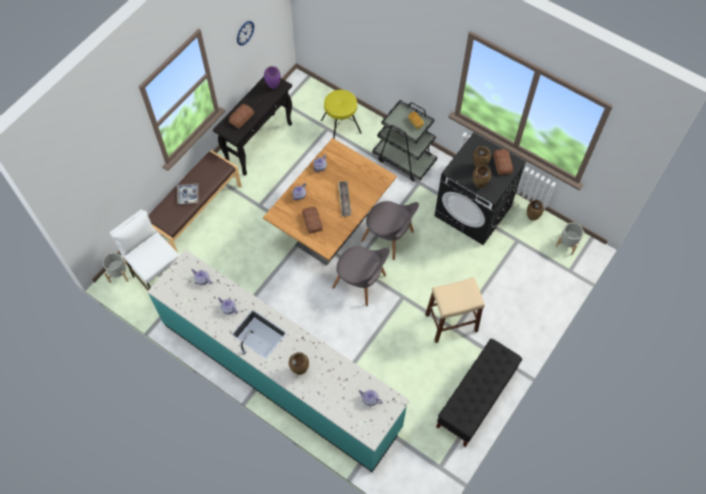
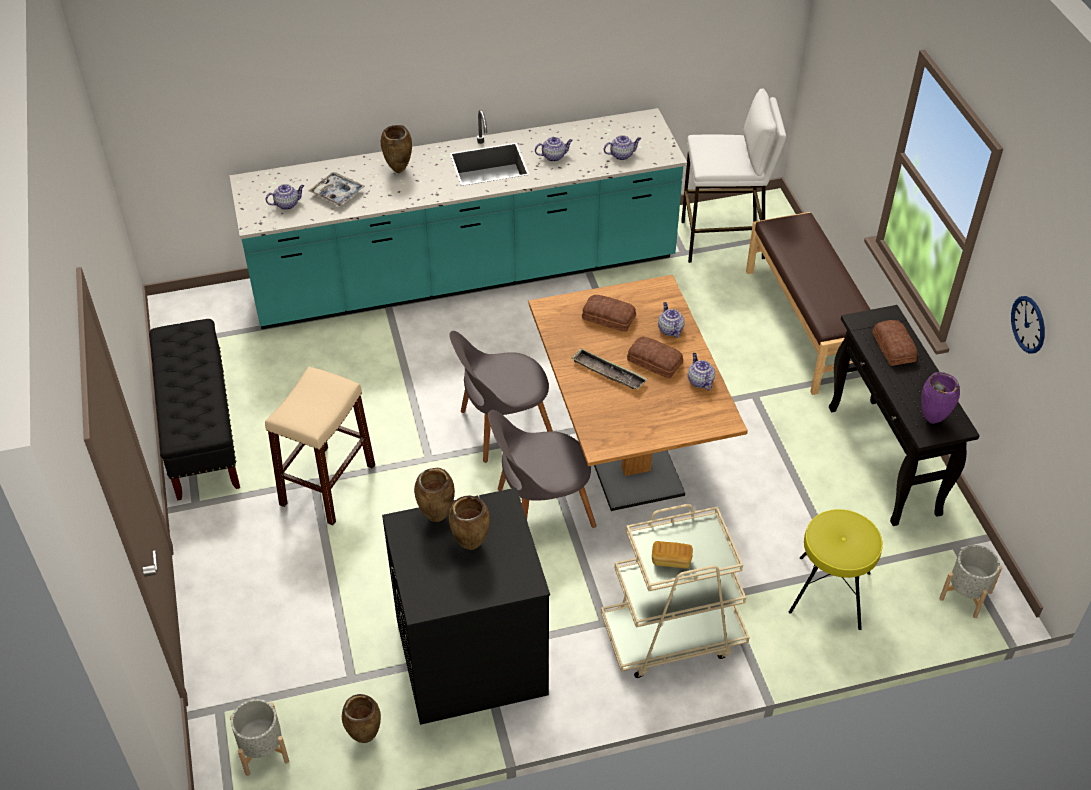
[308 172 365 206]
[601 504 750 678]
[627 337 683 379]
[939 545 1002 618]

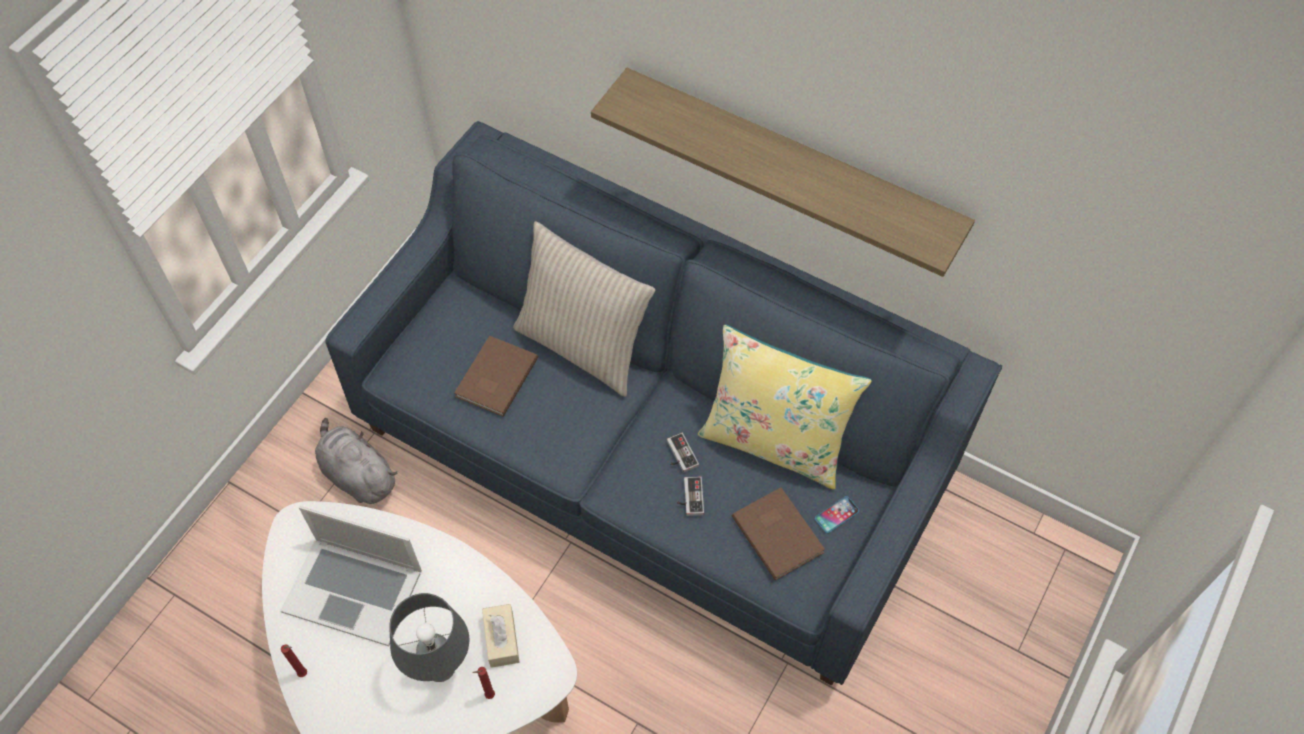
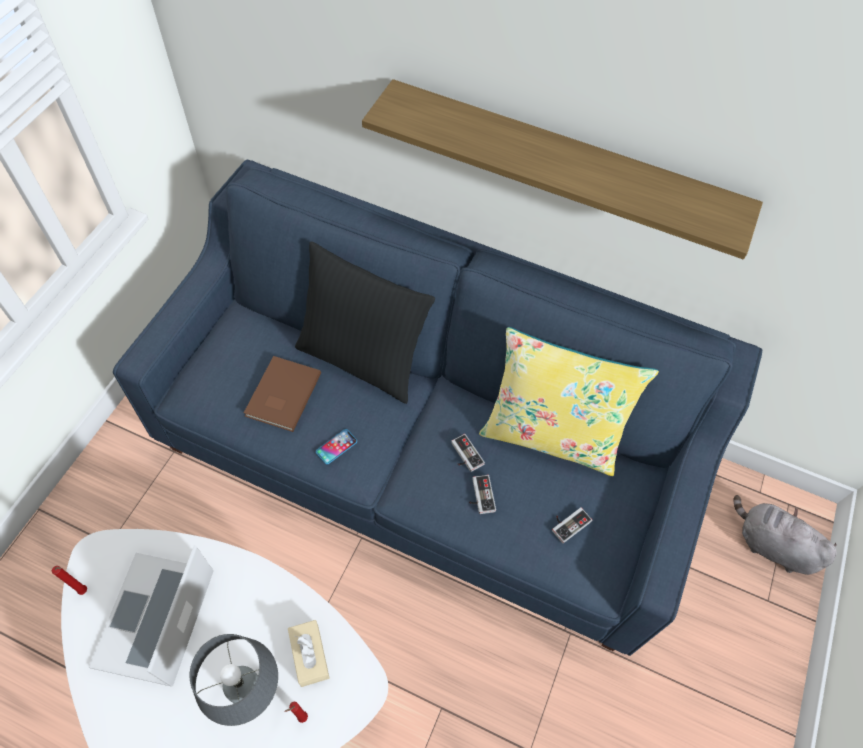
[52 566 87 595]
[89 545 214 687]
[295 242 435 404]
[316 429 357 464]
[552 507 592 543]
[733 495 837 575]

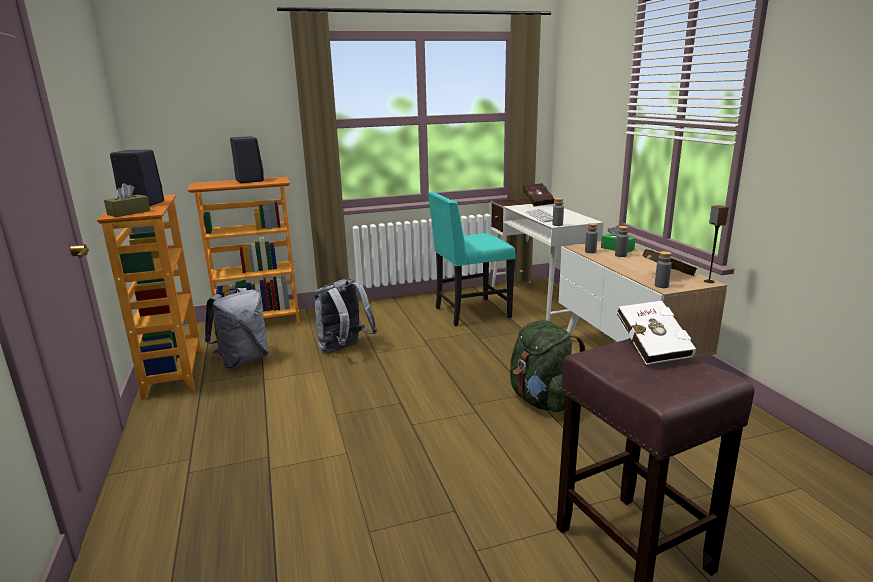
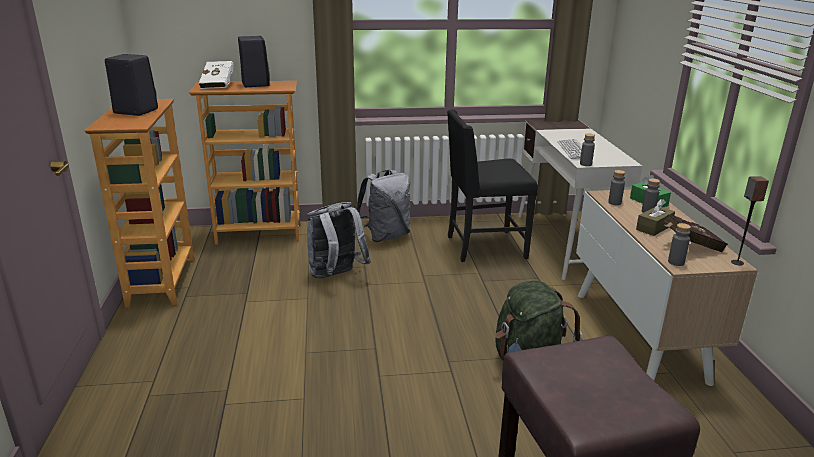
[199 61 234 89]
[356 170 410 242]
[447 109 538 262]
[636 199 675 236]
[523 184 555 206] (first image)

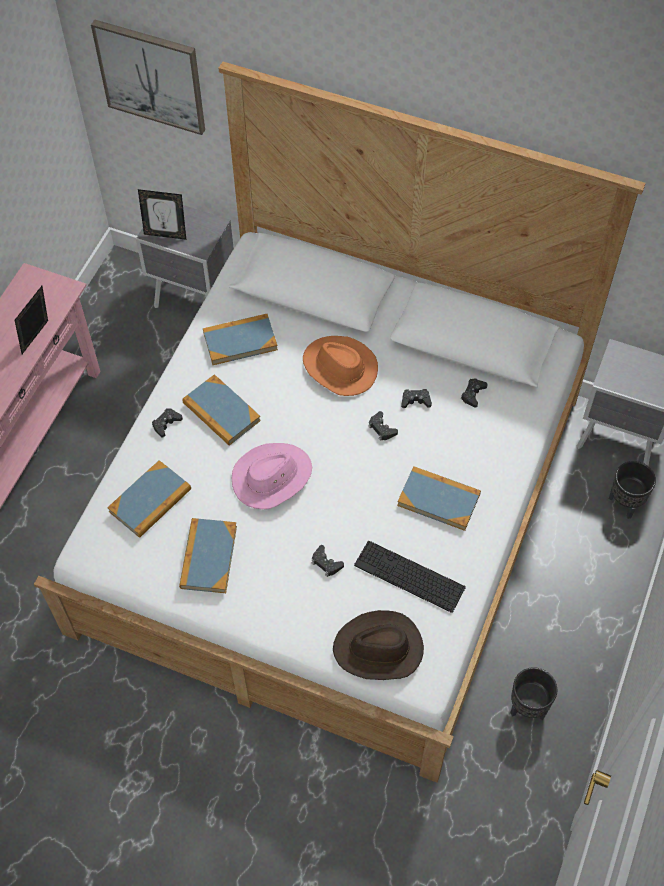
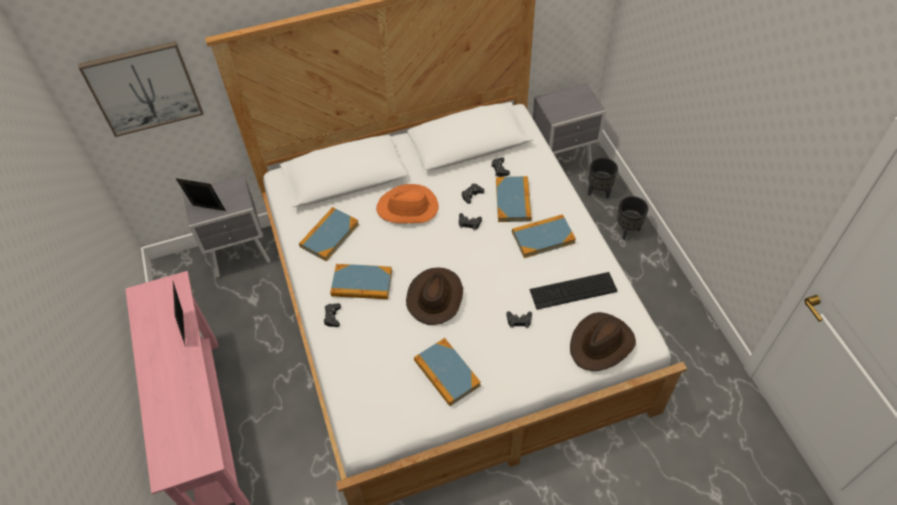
[176 178 226 211]
[406 268 463 325]
[496 176 532 222]
[617 196 648 240]

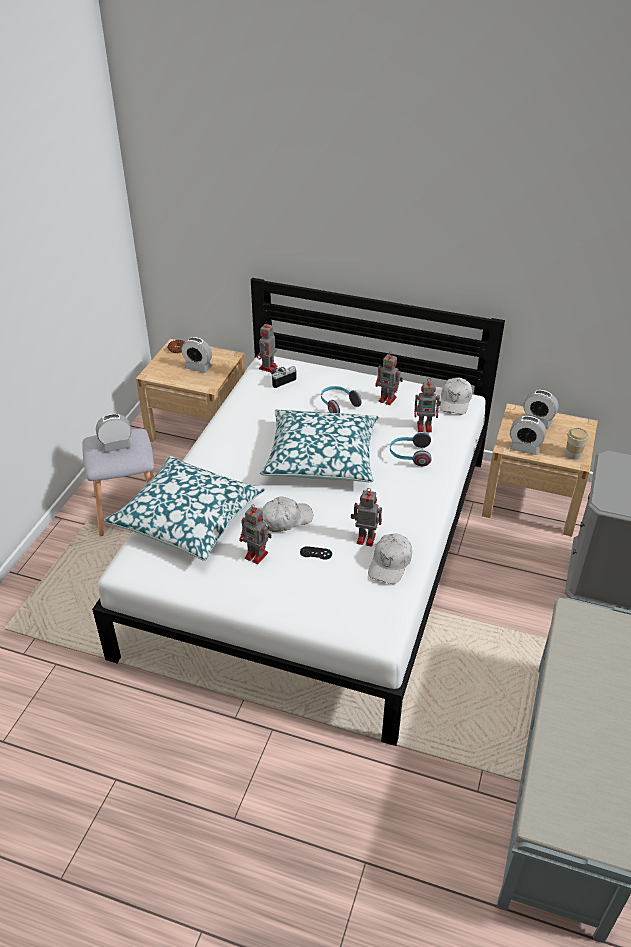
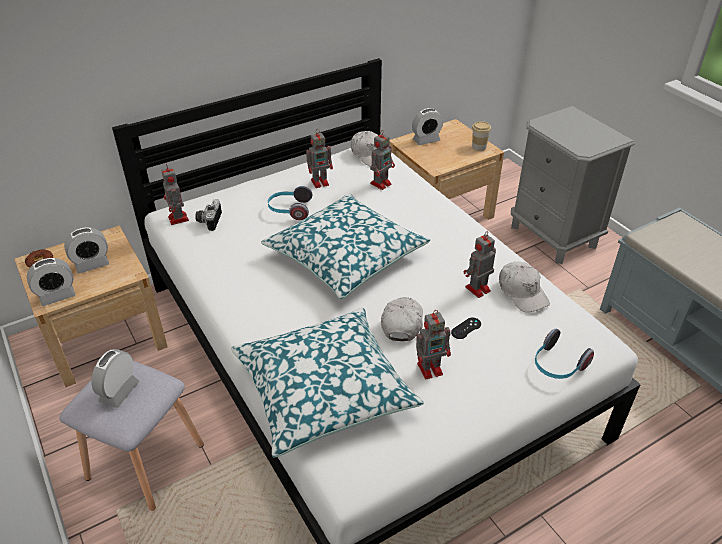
[27 258 75 306]
[535 329 594 379]

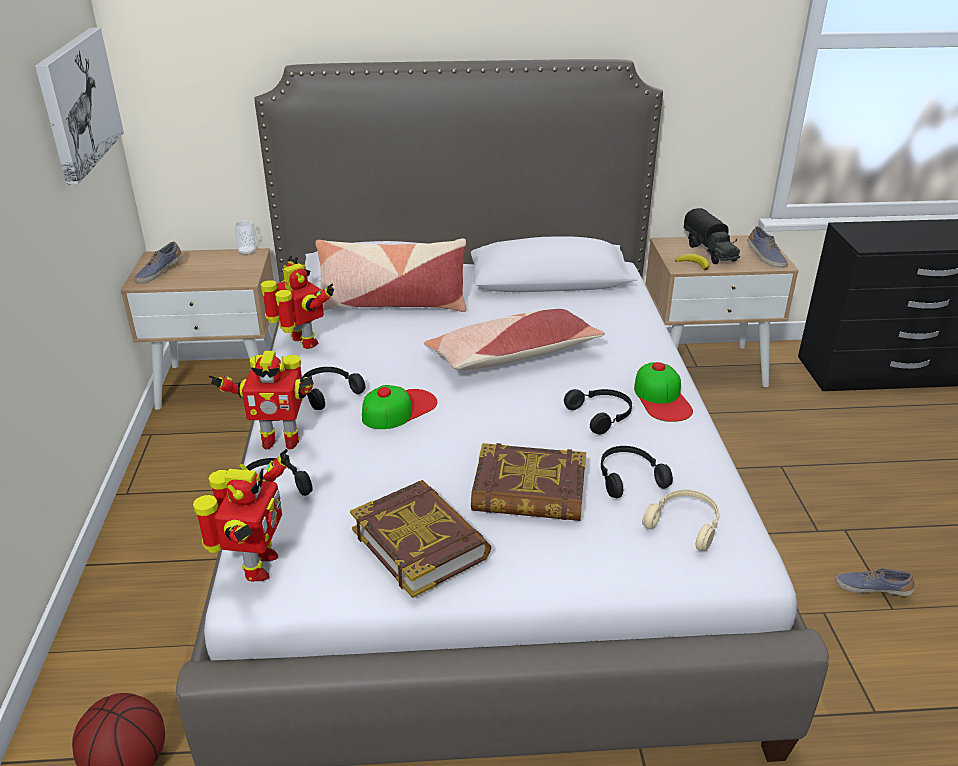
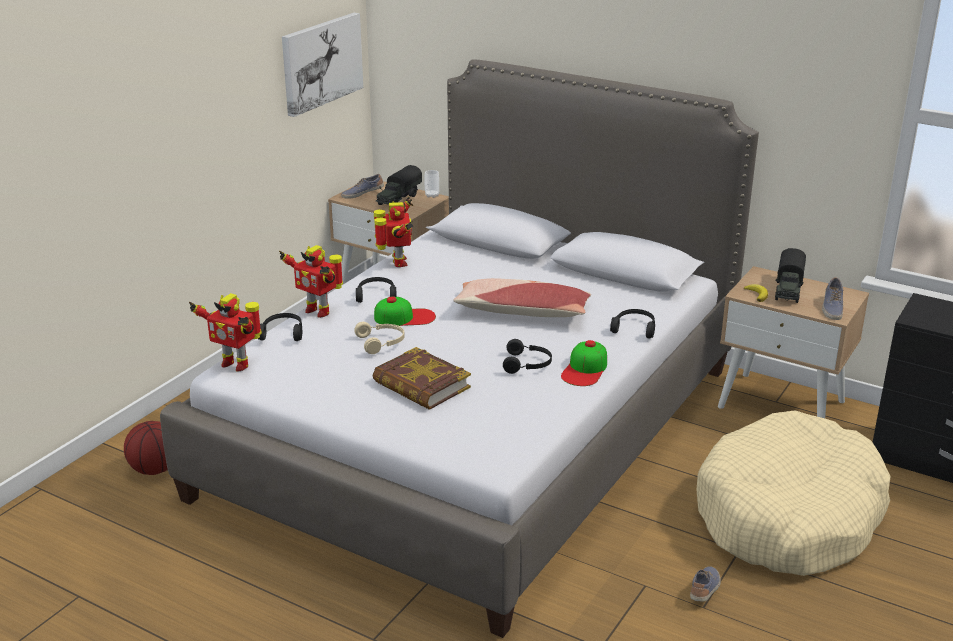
[189 293 262 372]
[354 322 405 354]
[376 165 422 205]
[610 309 655 338]
[690 566 721 601]
[697 410 891 576]
[315 239 466 312] (first image)
[350 480 491 598] (first image)

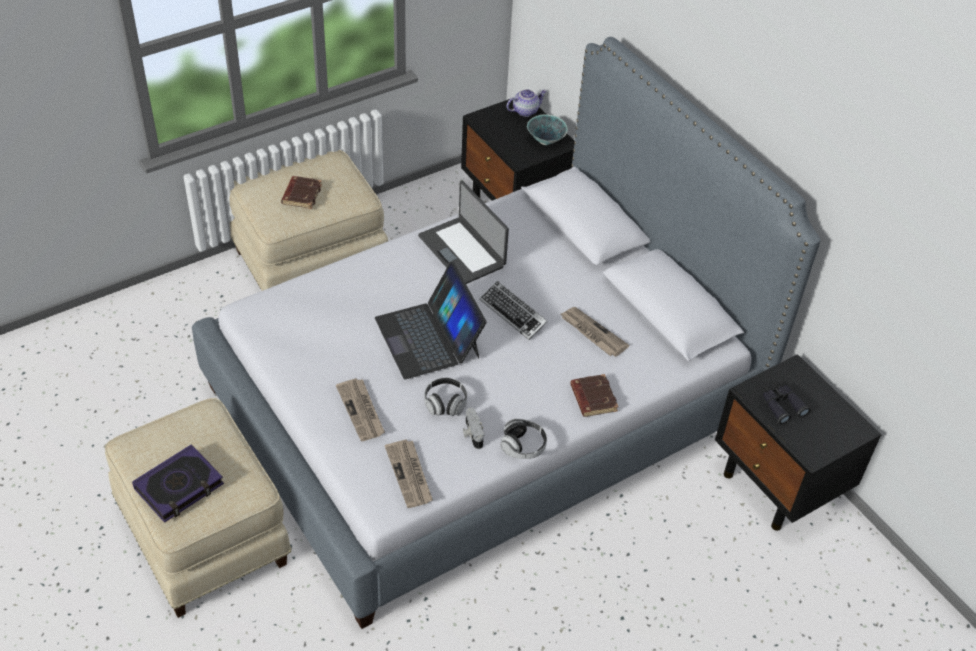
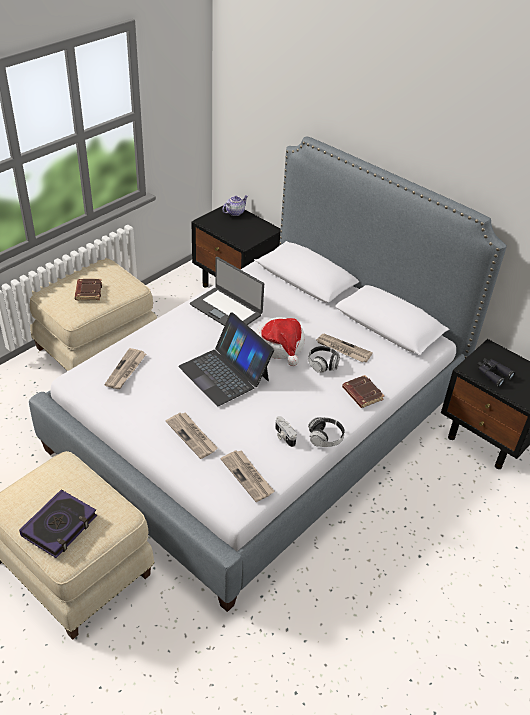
[104 348 146 390]
[256 317 305 366]
[308 346 340 373]
[527 114 568 145] (first image)

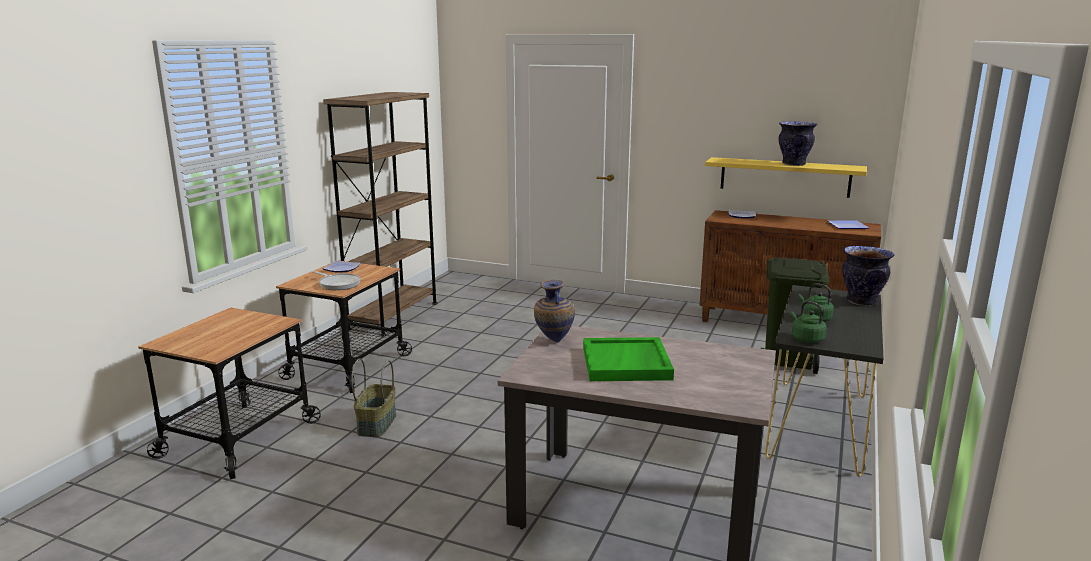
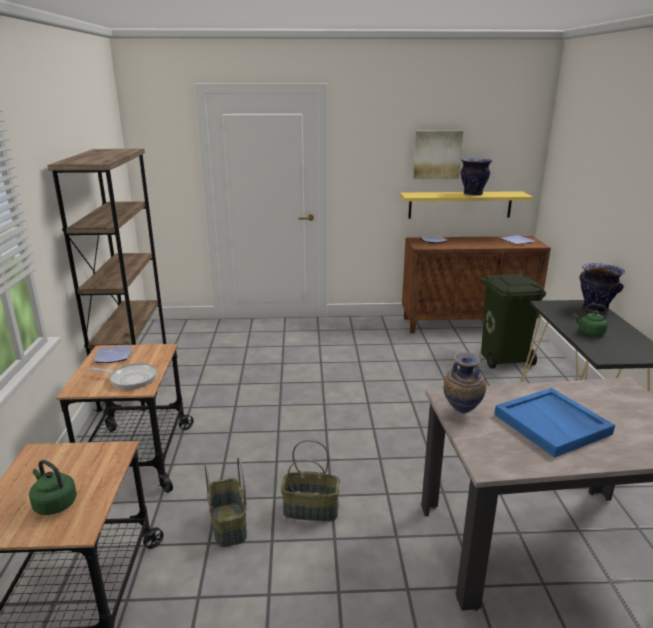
[29 460 77 515]
[281 440 340 521]
[413 131 463 179]
[494 388 615 458]

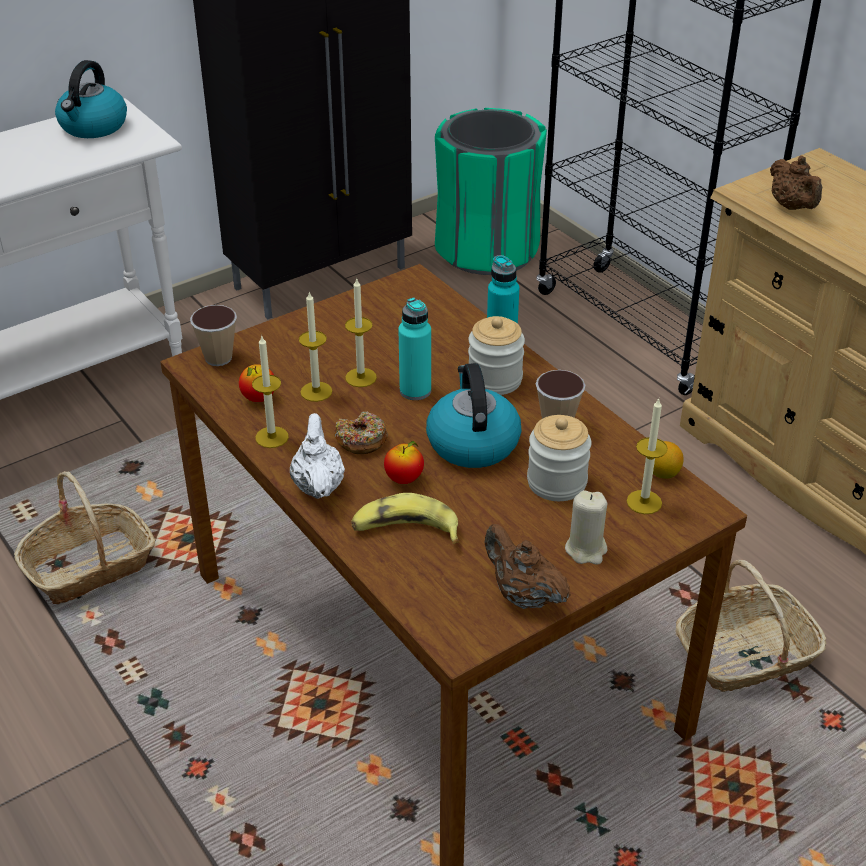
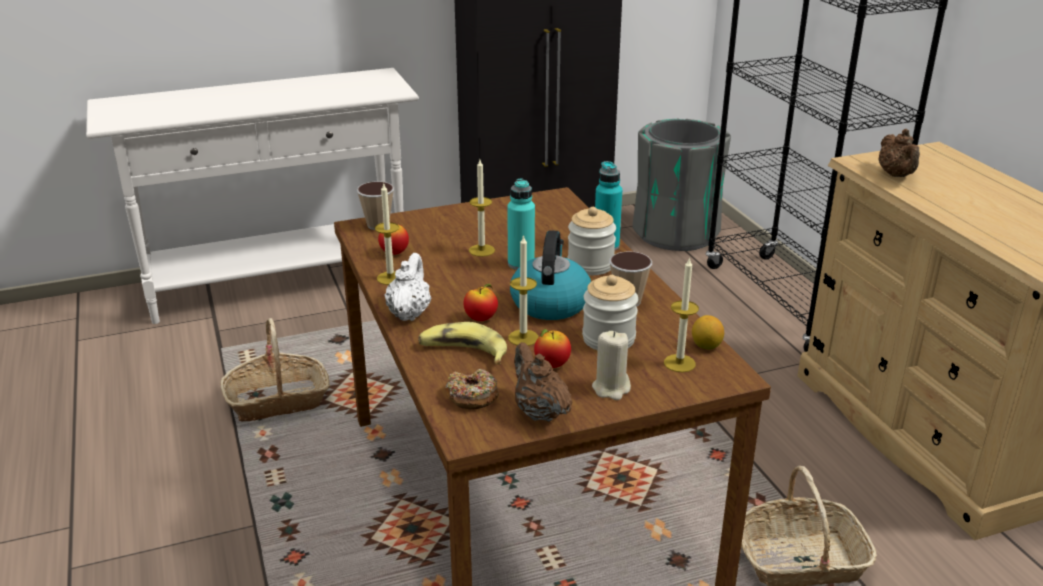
[446 369 499 409]
[508 235 538 346]
[534 329 571 368]
[633 119 731 251]
[55 60 127 138] (first image)

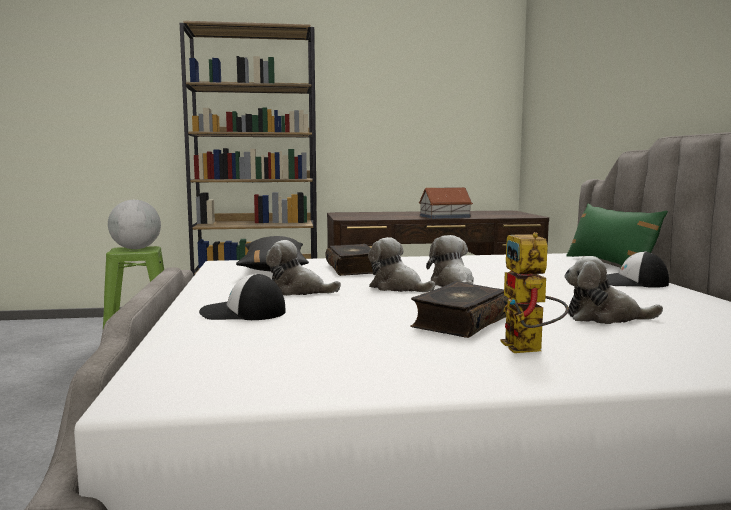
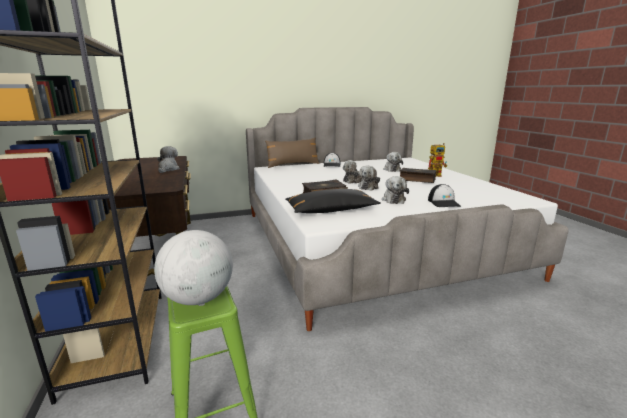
[157 146 180 173]
[265 137 319 168]

